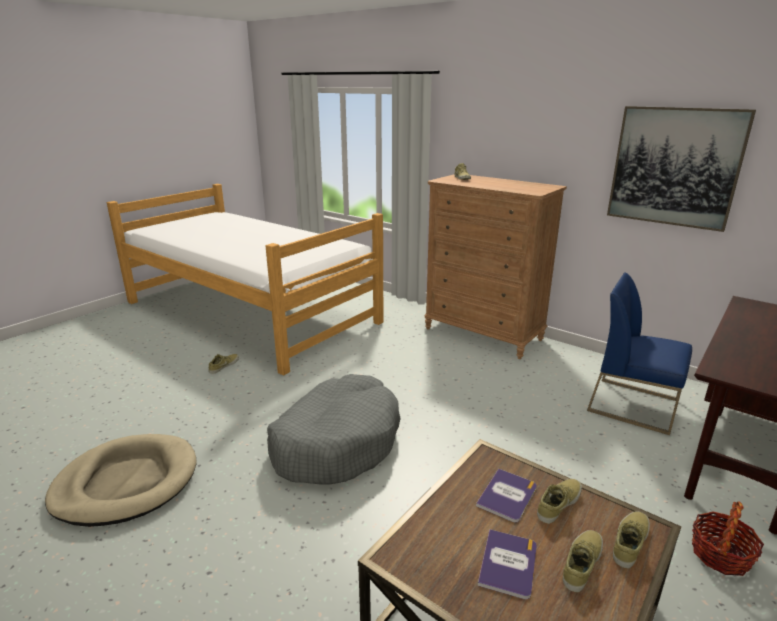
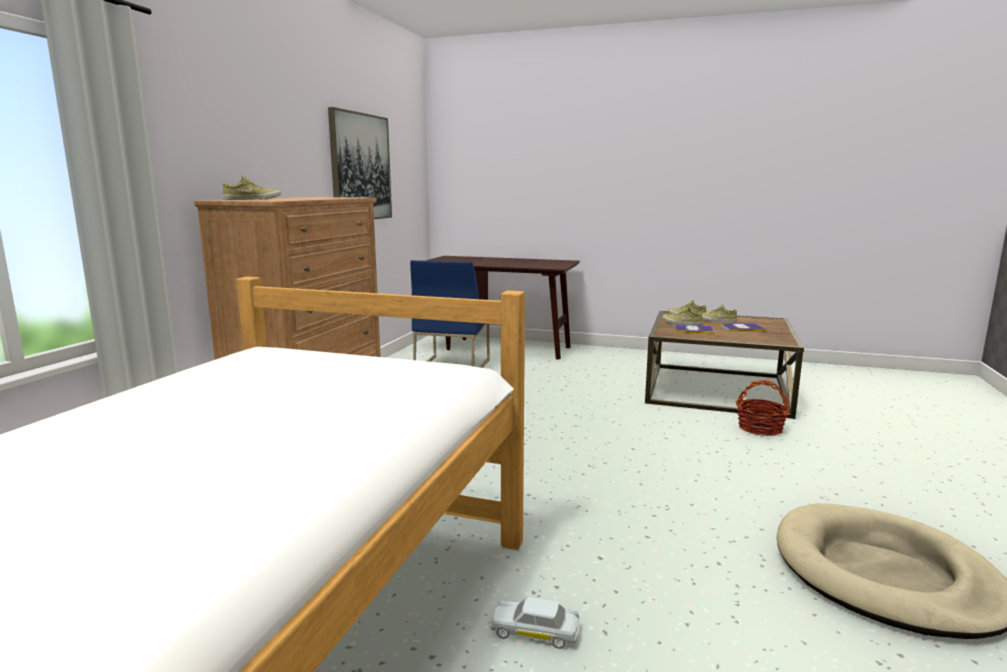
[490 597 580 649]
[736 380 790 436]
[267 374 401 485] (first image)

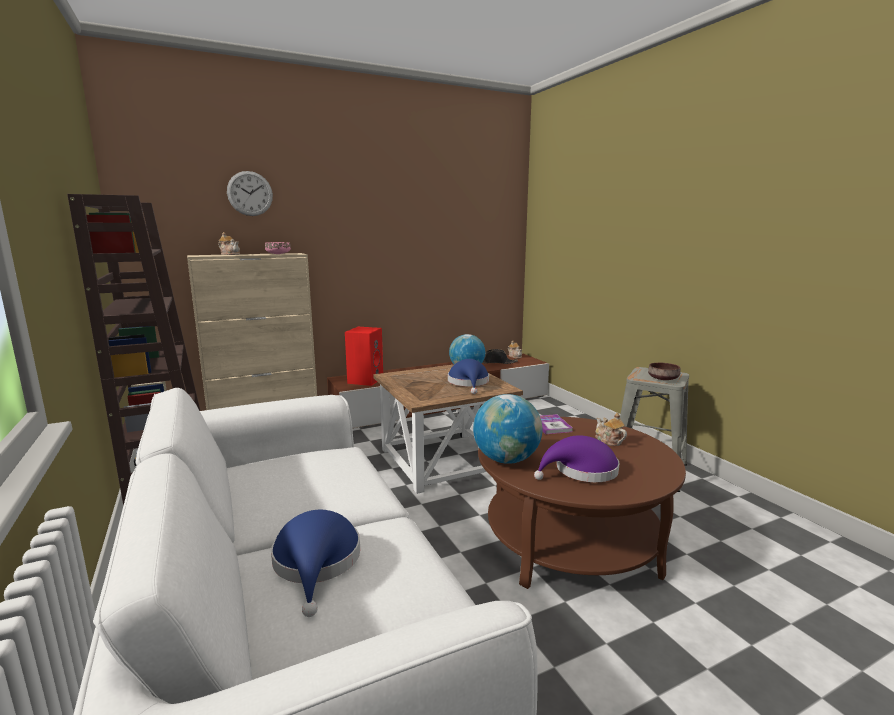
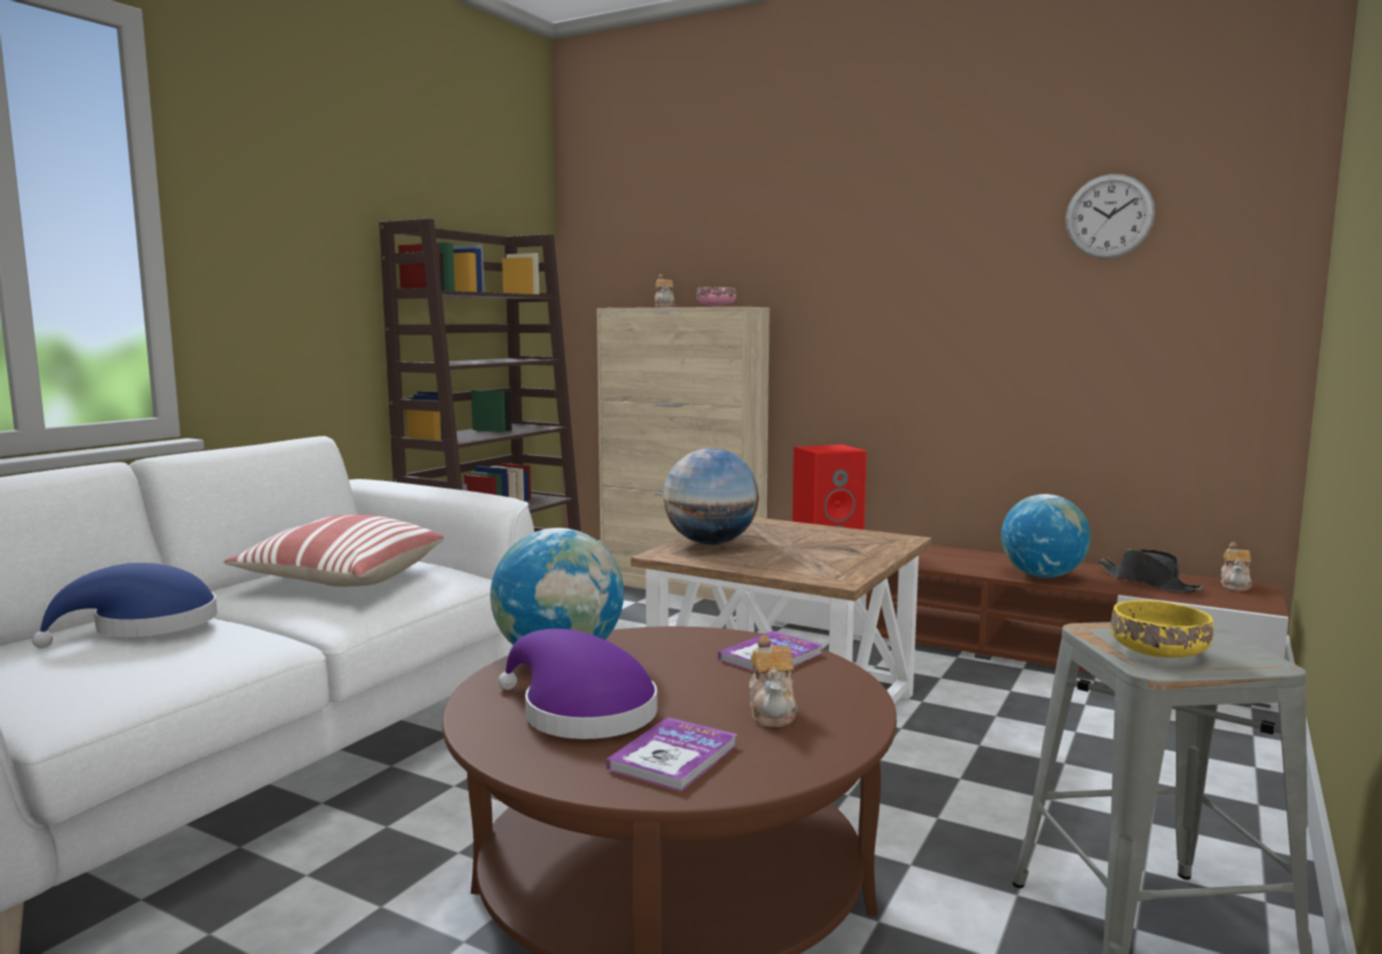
[224 515 444 587]
[606 717 737 792]
[663 448 759 545]
[749 635 798 727]
[1065 174 1155 259]
[1110 600 1213 657]
[448 359 489 394] (first image)

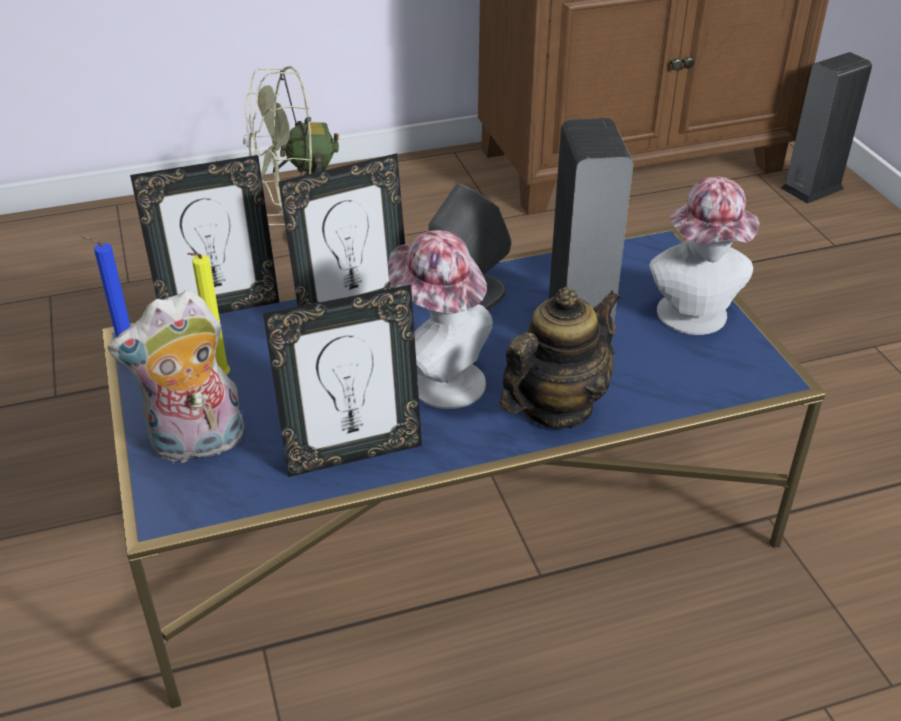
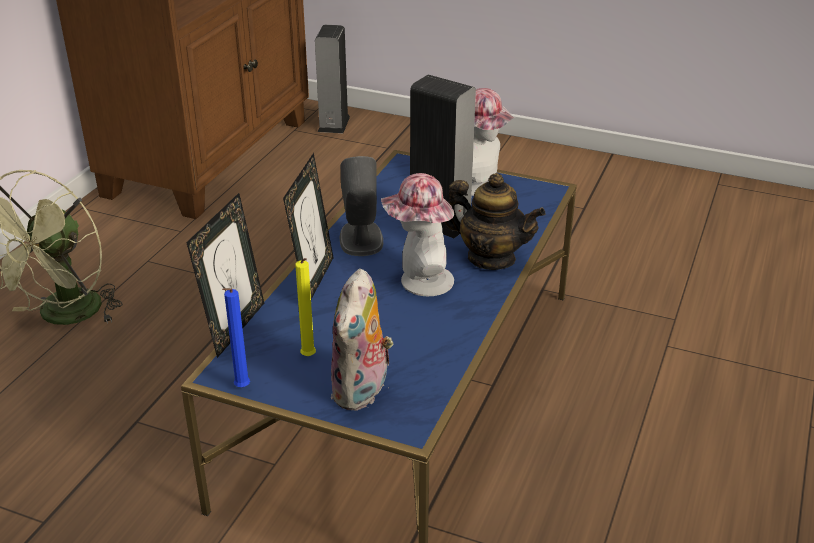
[445 173 546 270]
[263 285 422 477] (first image)

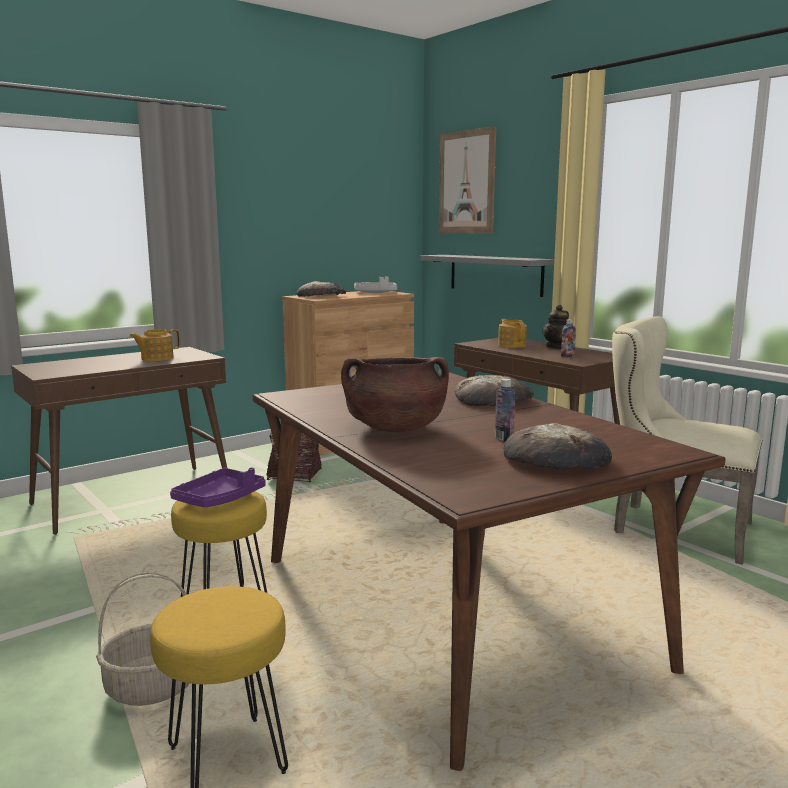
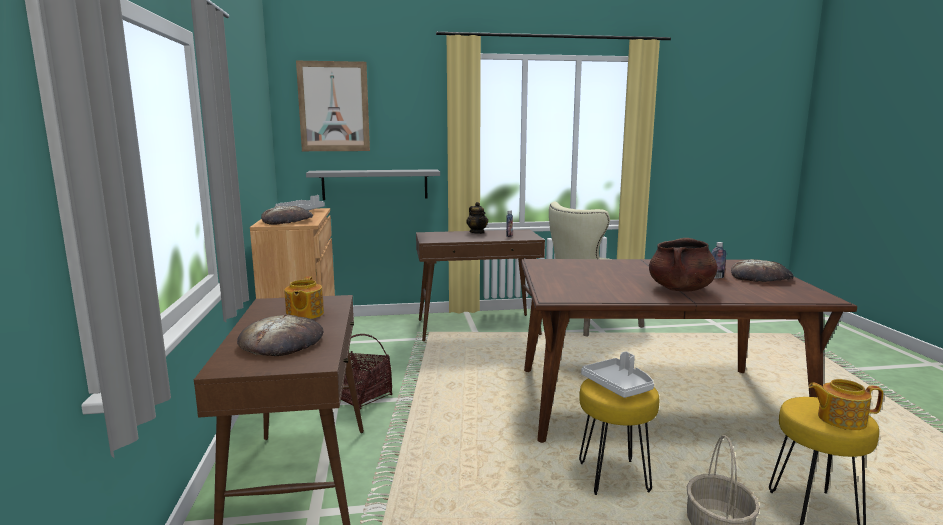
[237 314 324 356]
[581 352 654 398]
[809 379 883 430]

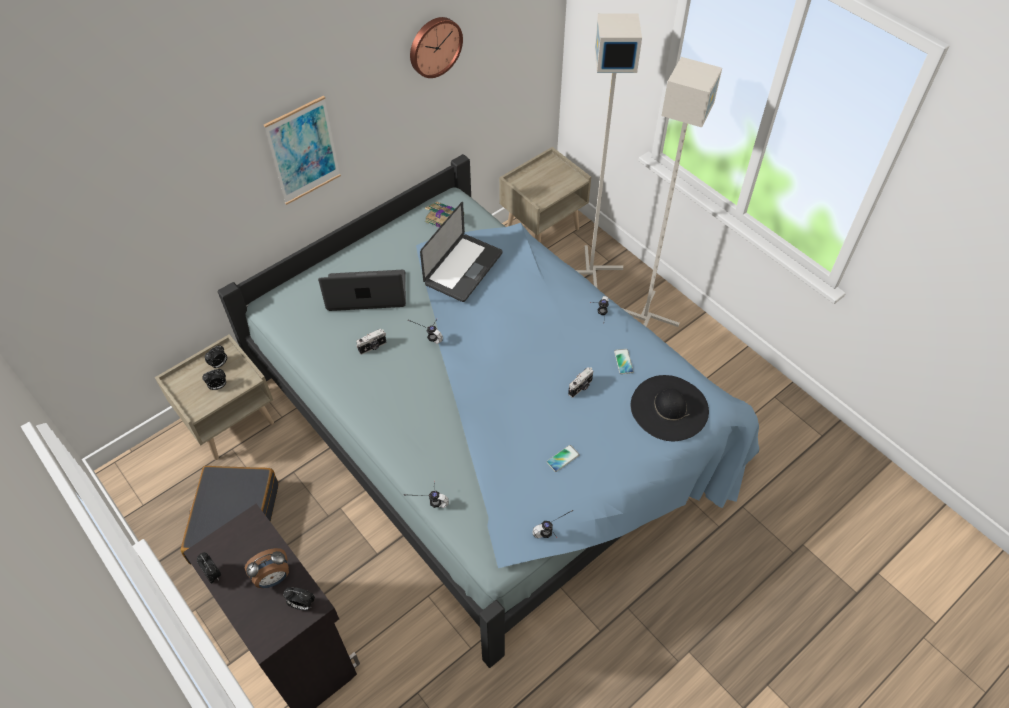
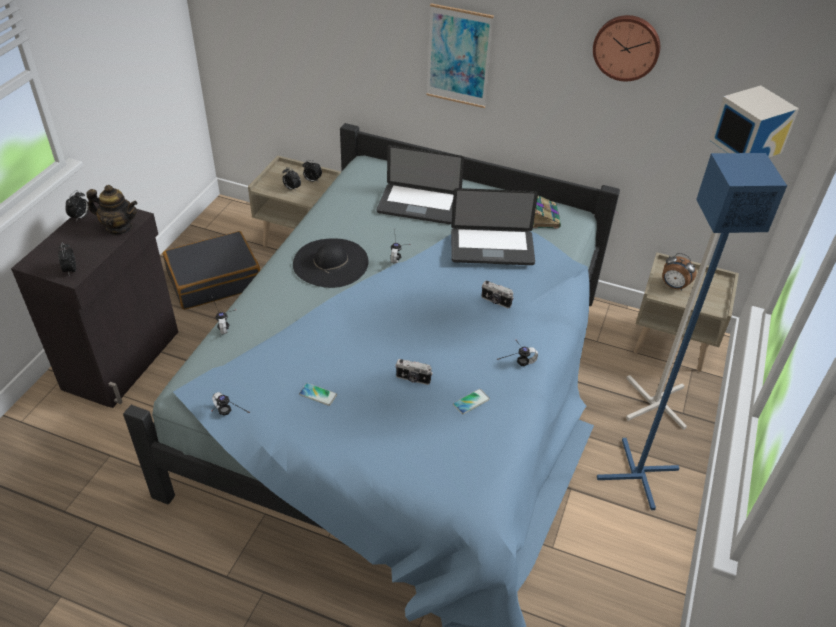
[86 185 138 234]
[293 238 368 288]
[377 145 464 224]
[481 281 514 308]
[597 153 787 510]
[662 253 697 291]

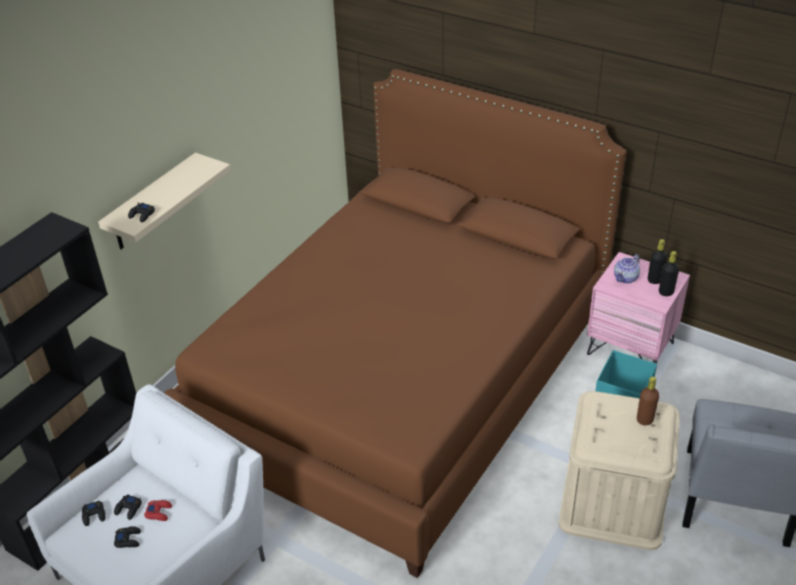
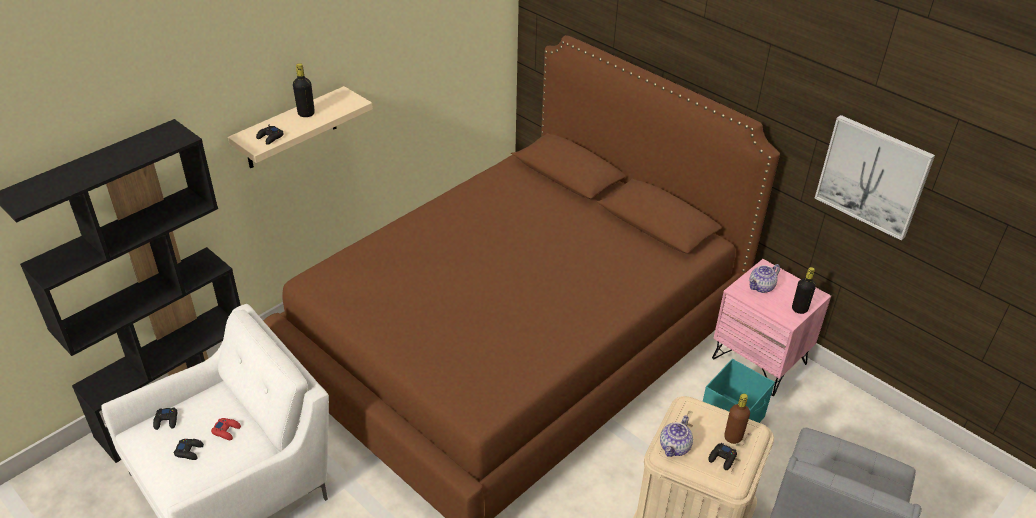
[293 63 315 117]
[660 415 693 457]
[708 443 737 470]
[815 115 935 241]

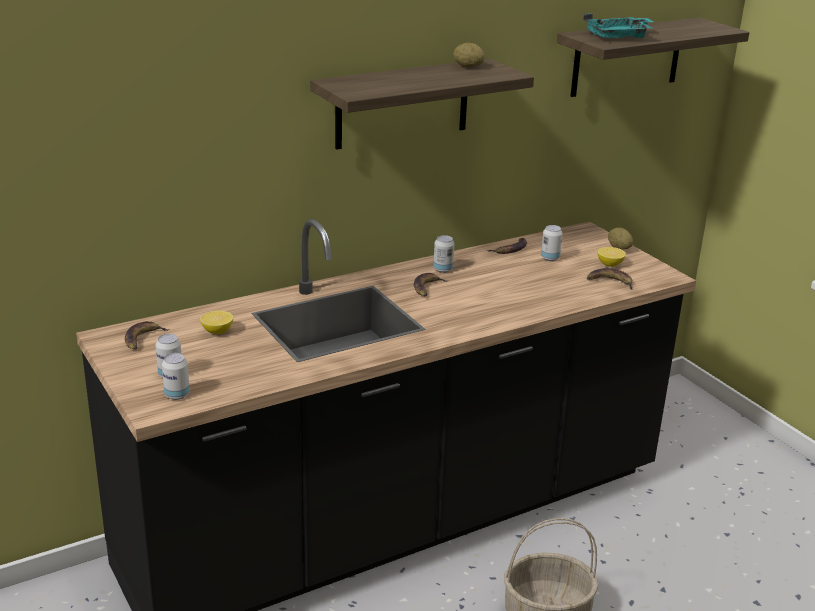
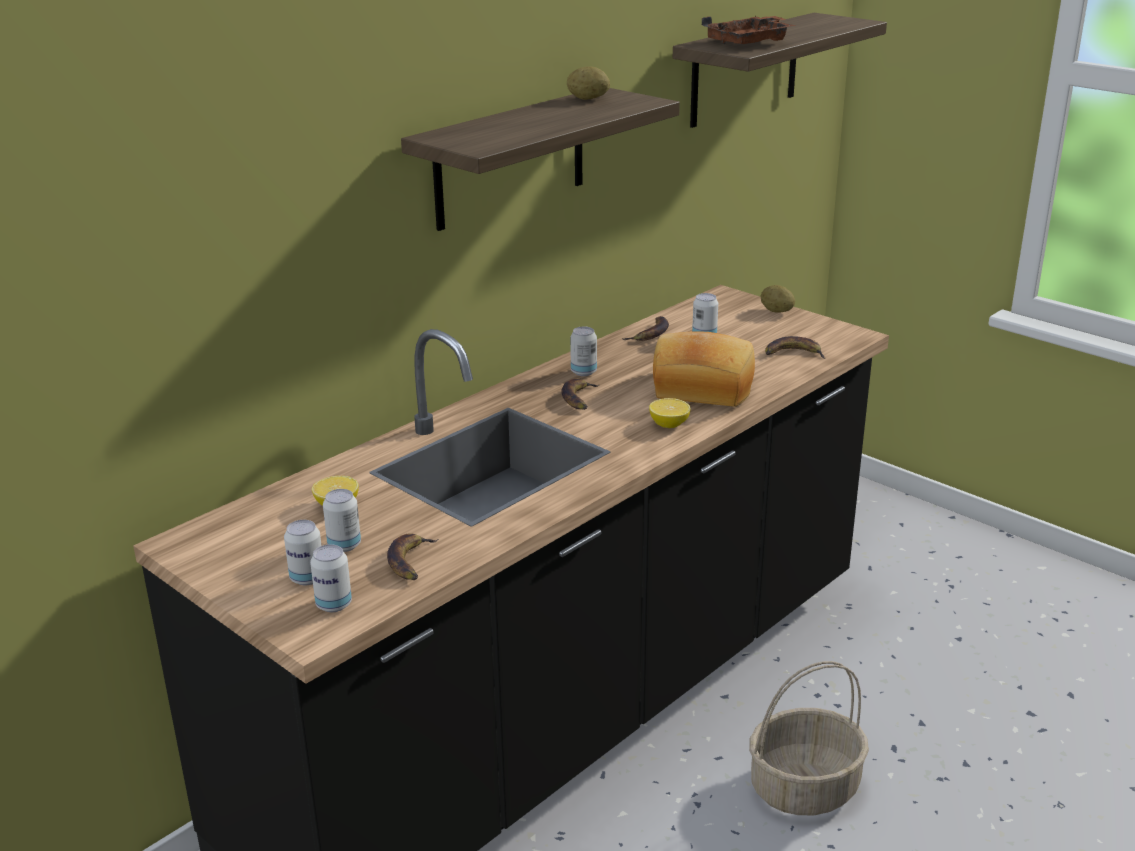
[323 489 361 552]
[387 534 438 580]
[649 398 690 428]
[653 331 755 407]
[702 16 796 45]

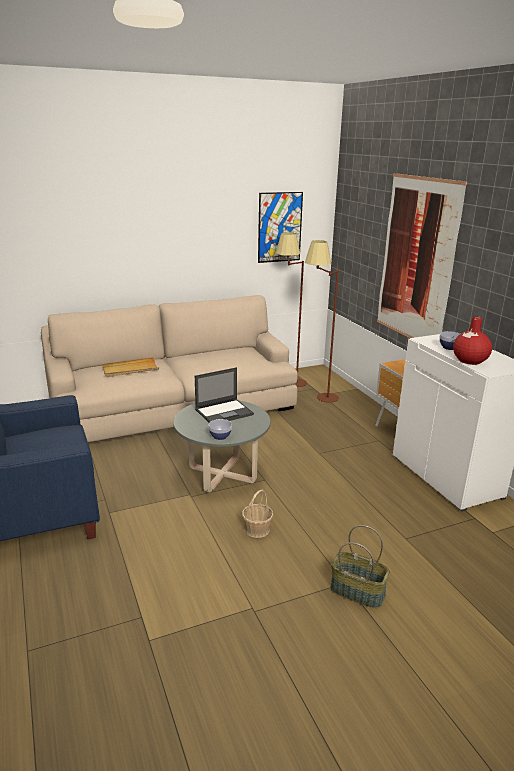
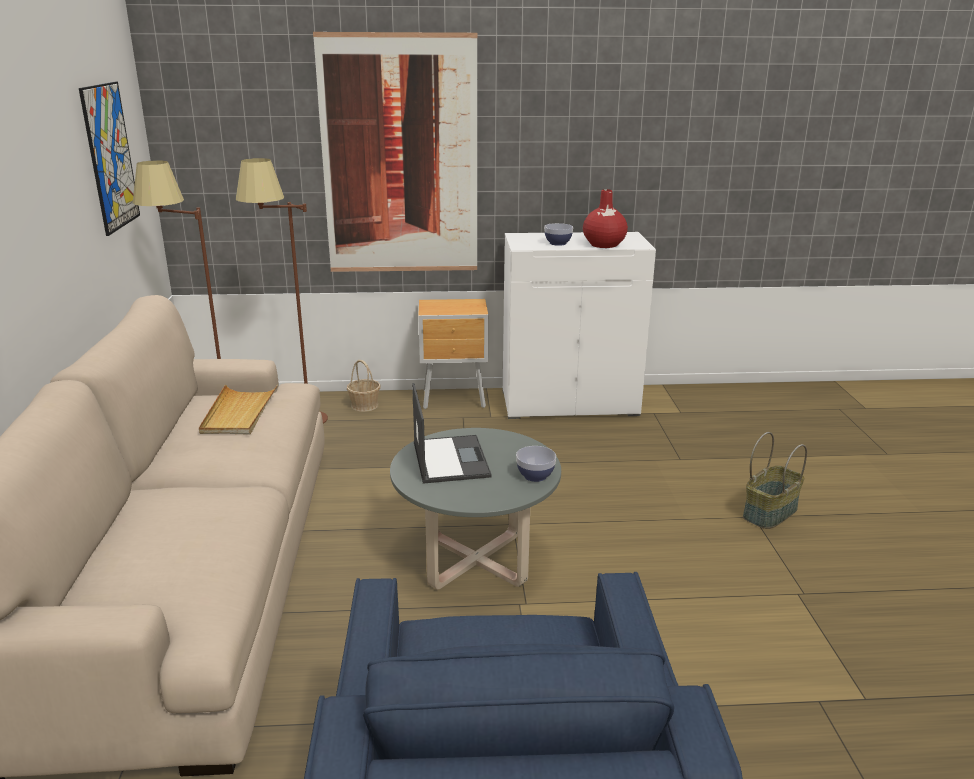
[199 384 278 434]
[347 360 381 412]

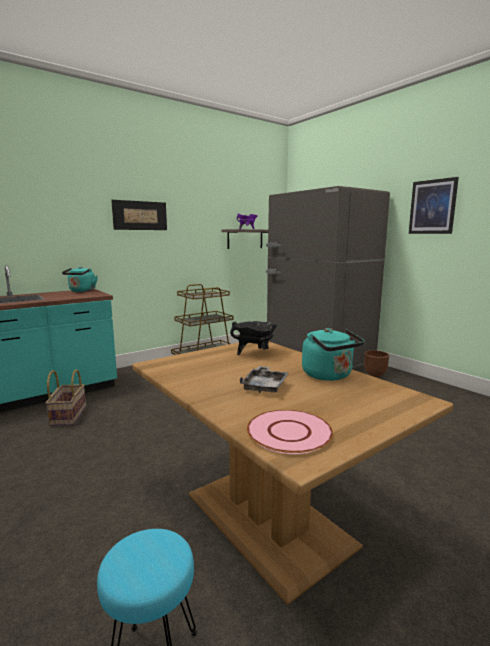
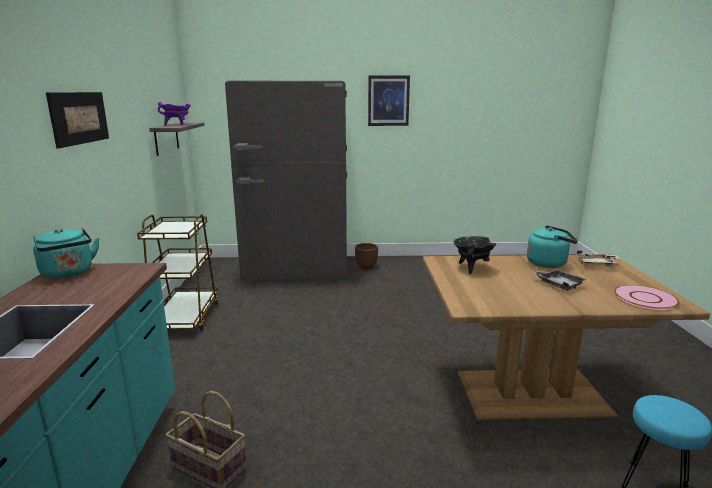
[577 250 619 267]

